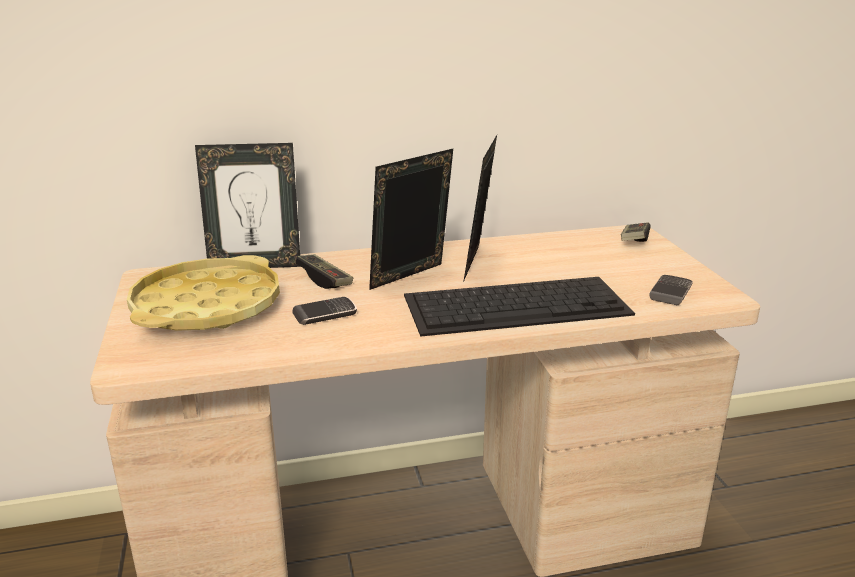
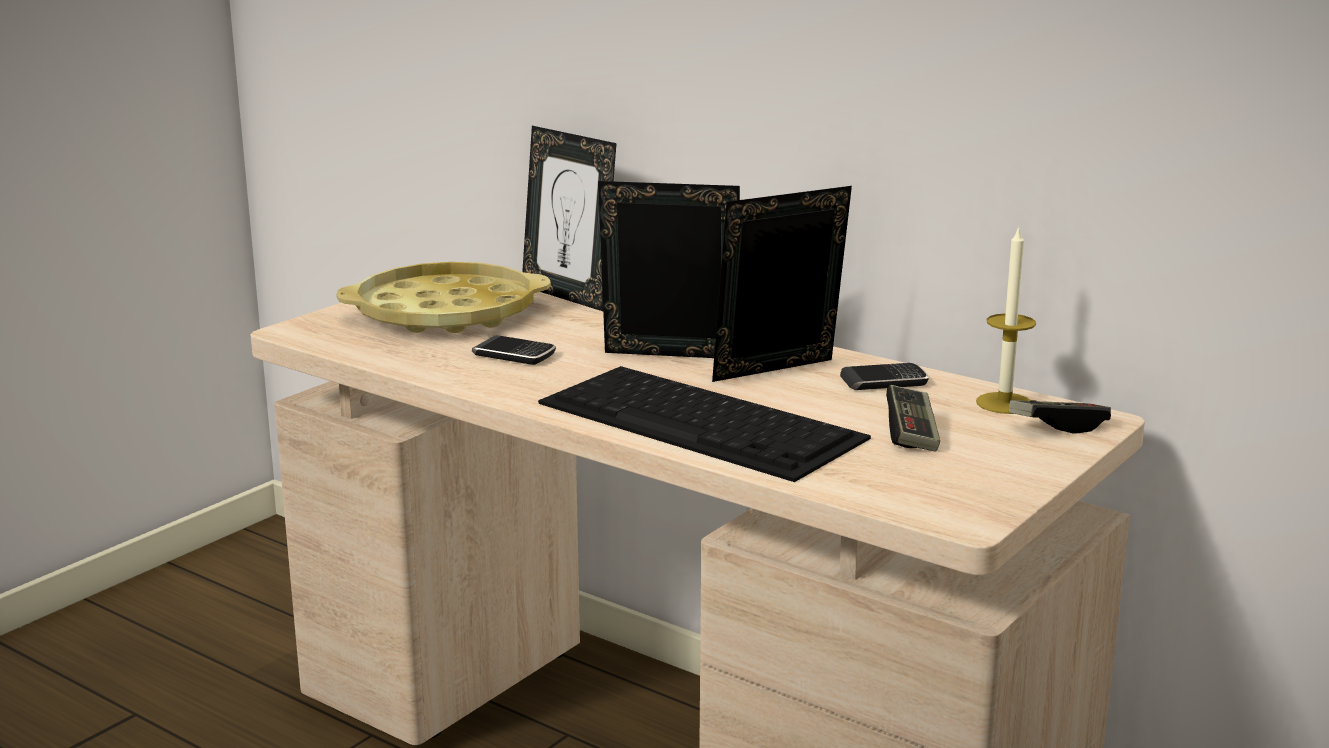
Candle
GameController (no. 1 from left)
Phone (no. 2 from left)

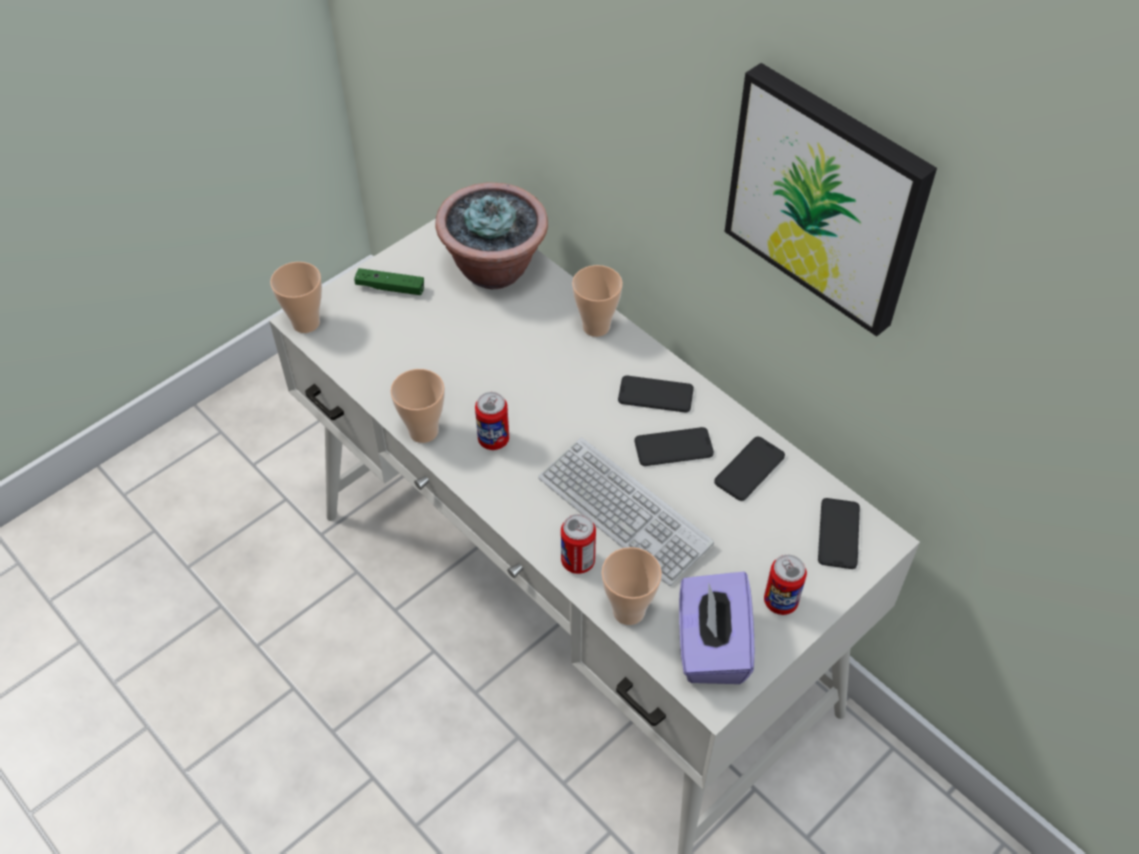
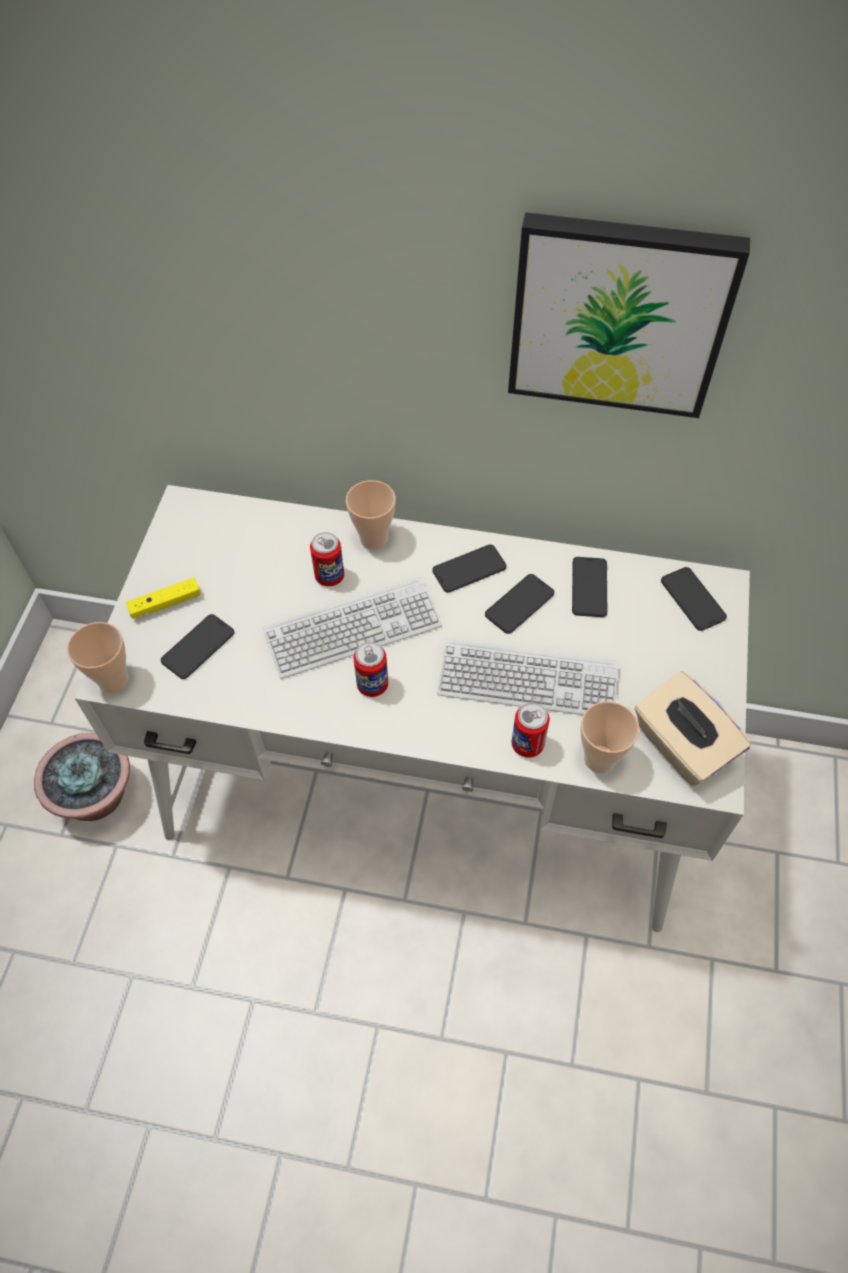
Cup (no. 2 from left in the first image)
Phone (no. 1 from left)
Keyboard (no. 1 from left)
PottedPlant
Can (no. 1 from left)
YellowGameController
BeigeTissueBox

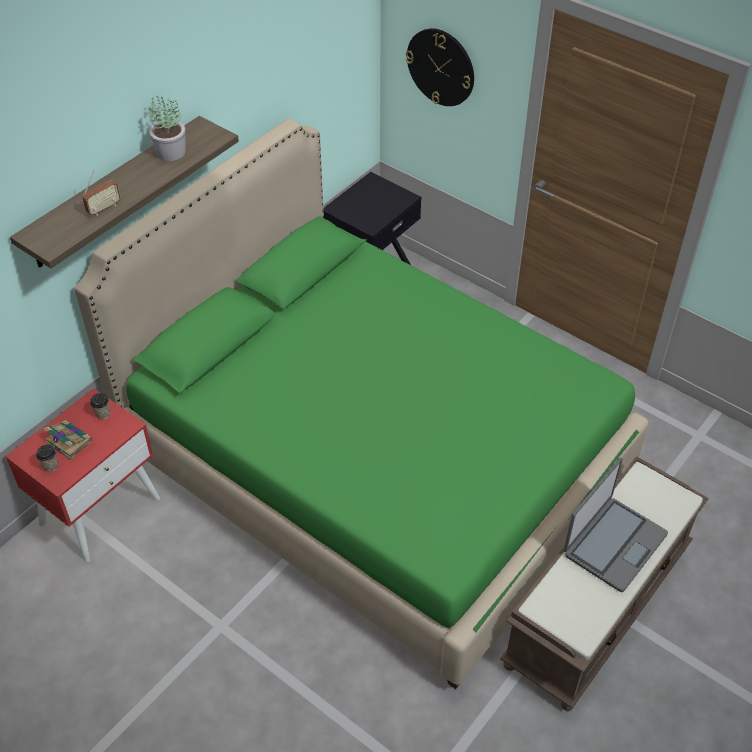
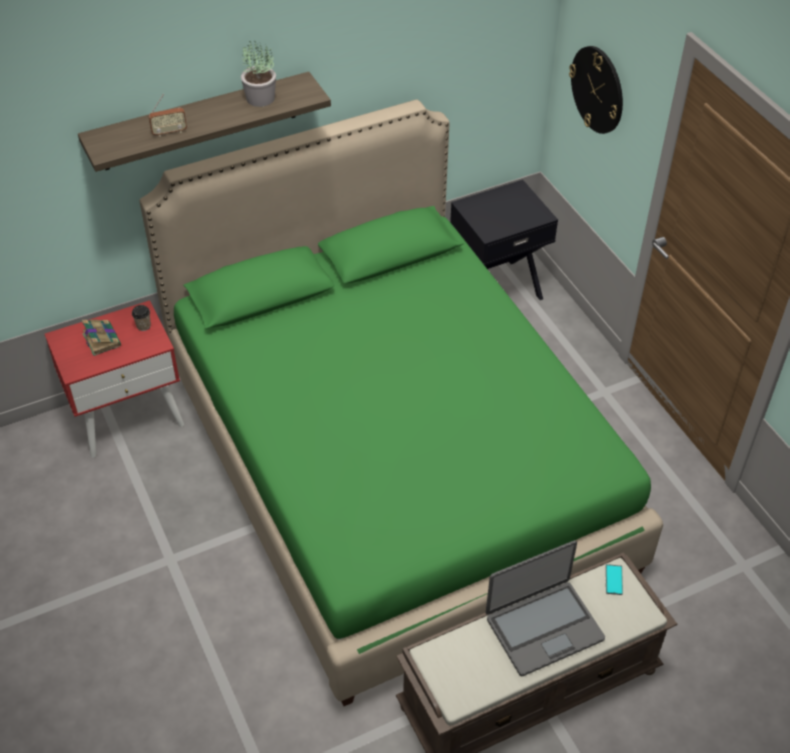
Cup (no. 1 from left in the first image)
Phone

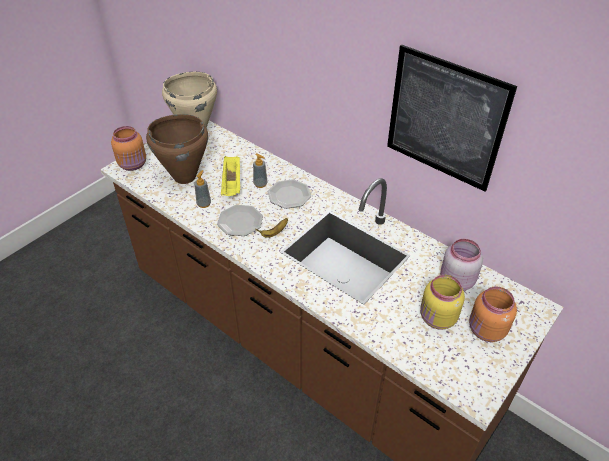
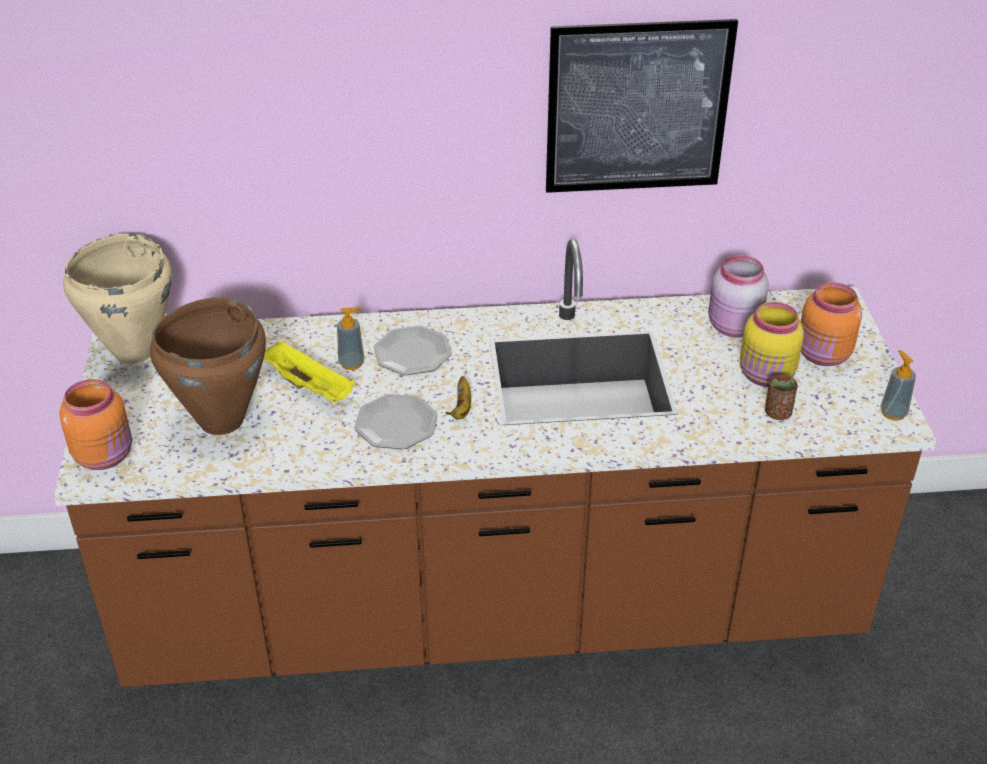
BrownCup
SoapDispenser (no. 2 from left)

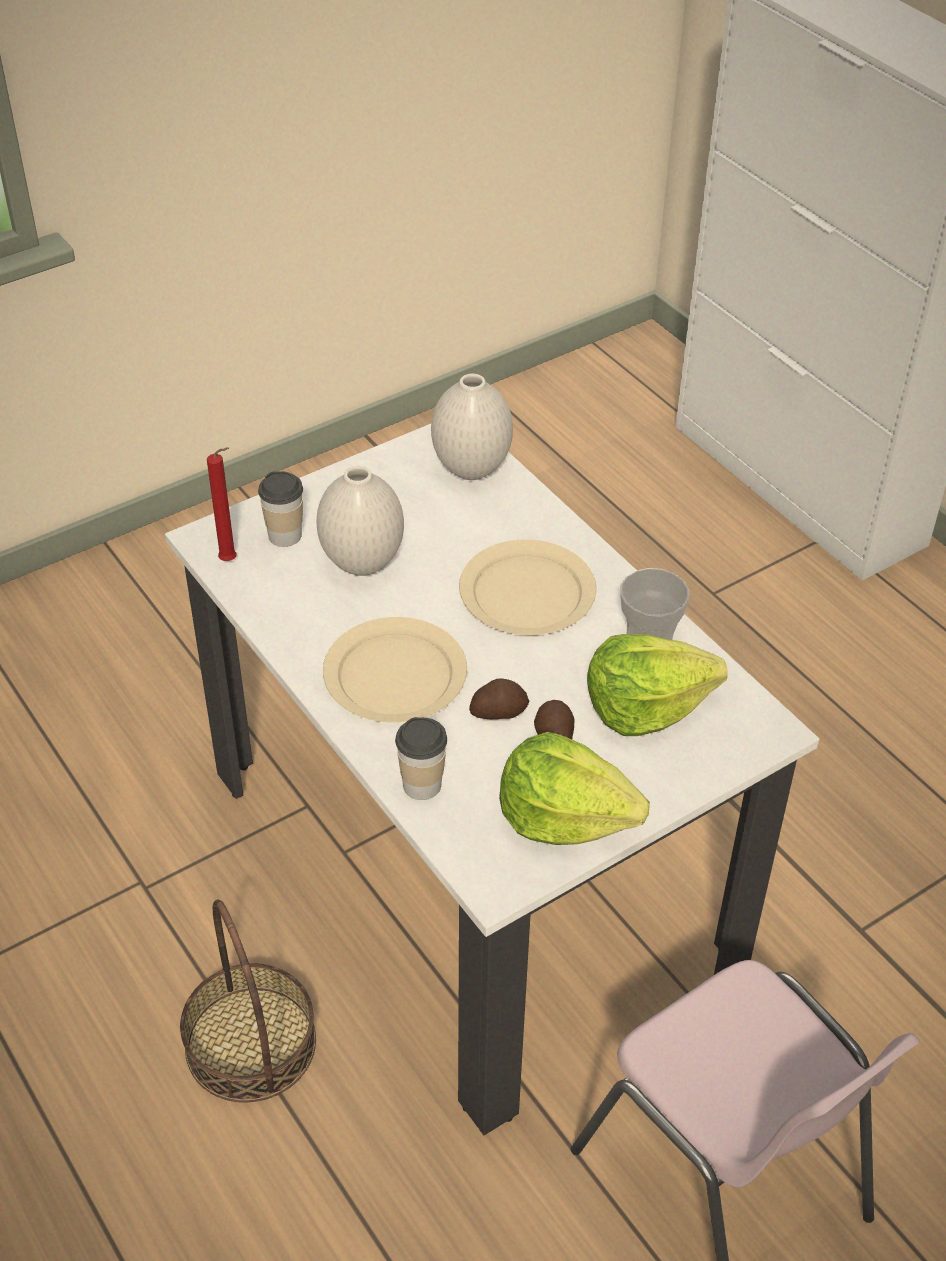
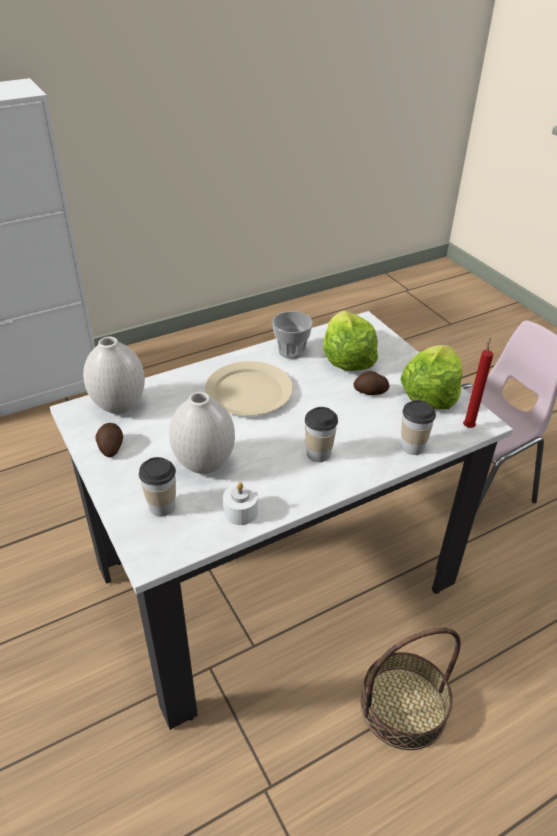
WhiteCandle
RedCandle
Potato (no. 1 from left)
Cup (no. 3 from left)

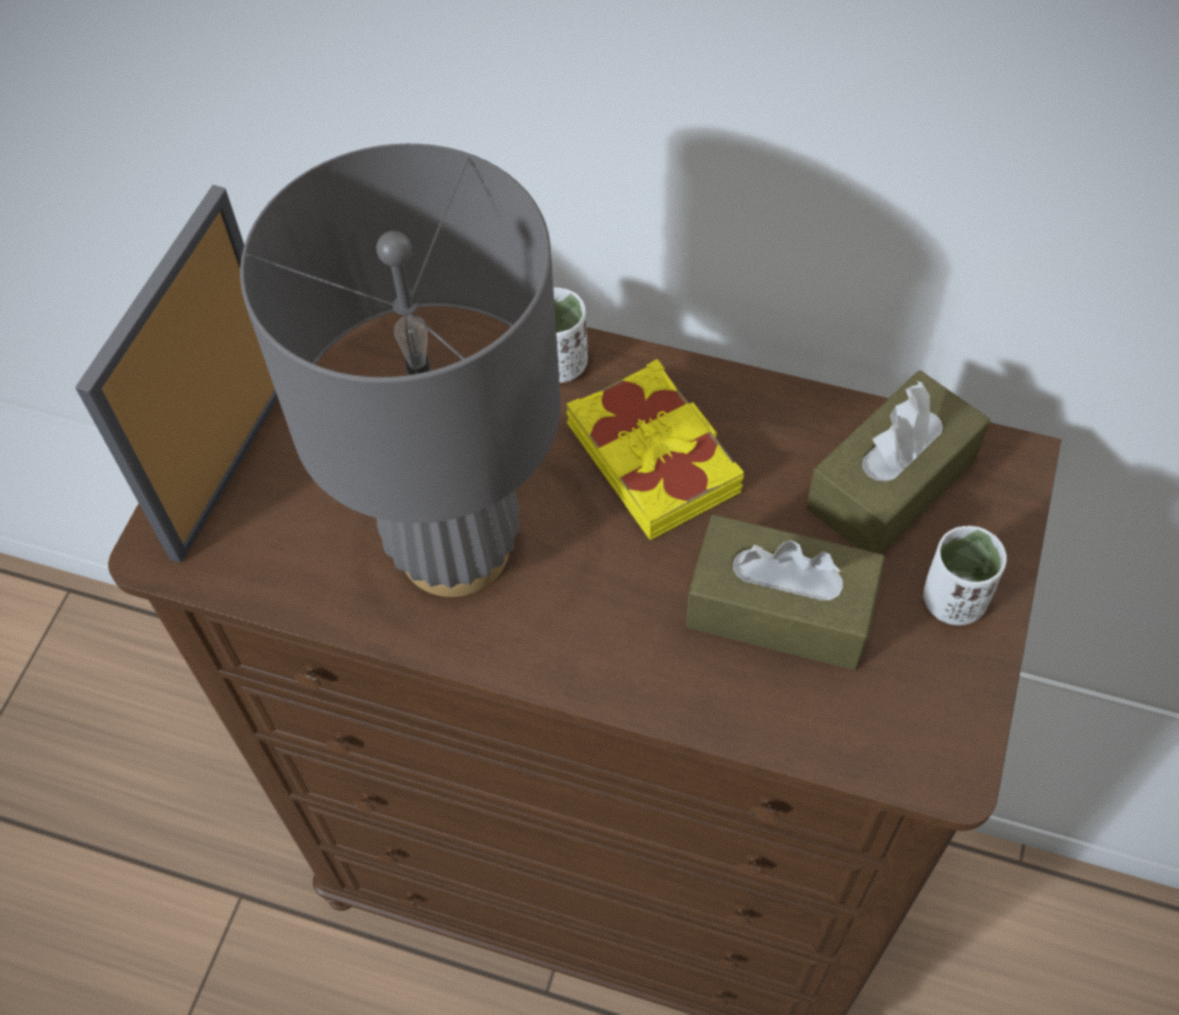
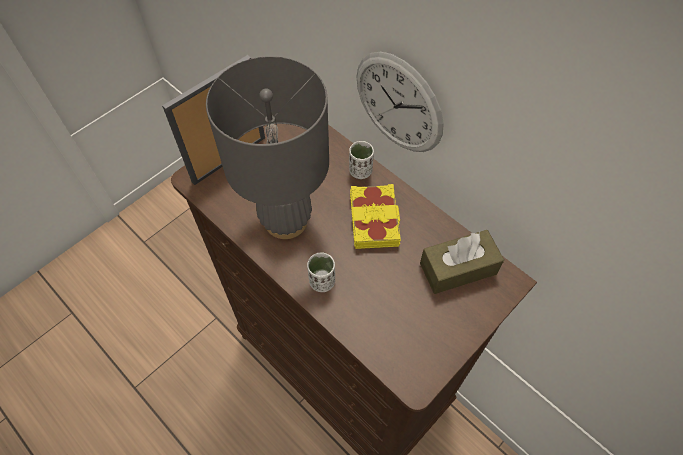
BrownTissueBox (no. 1 from left in the first image)
WallClock
WhiteCup (no. 1 from left)

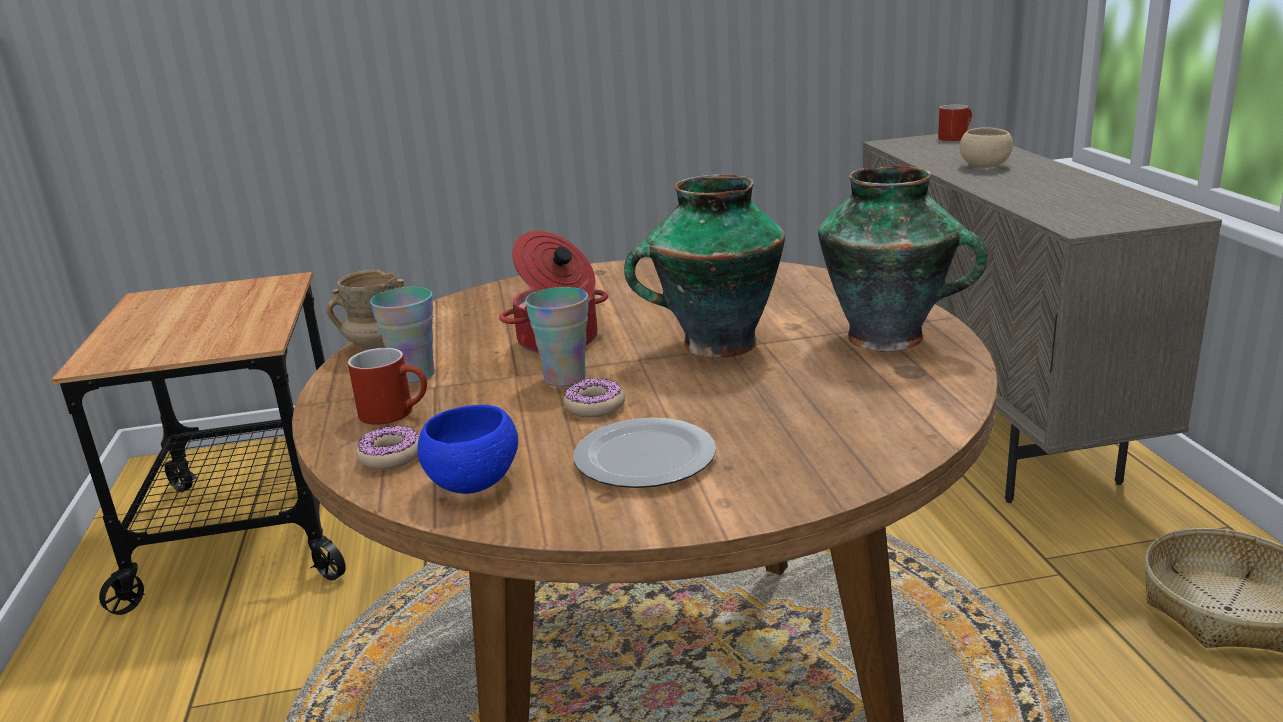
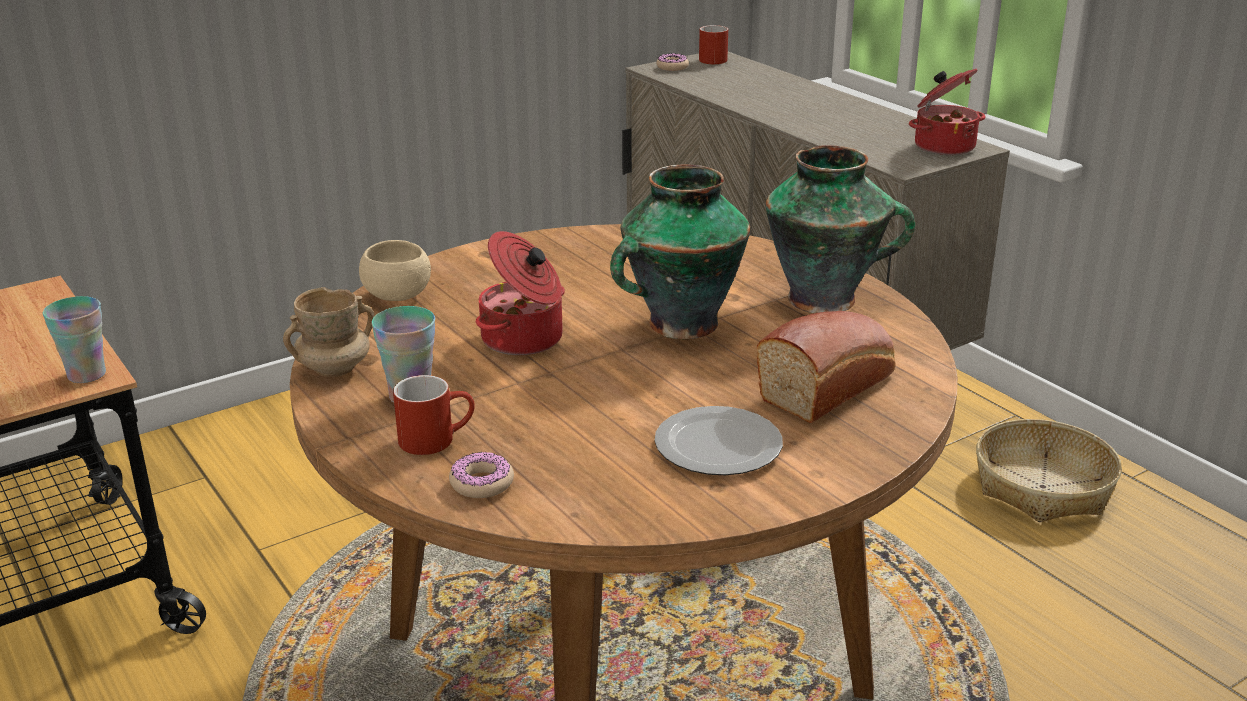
BlueBowl
Bread
CookingPot (no. 2 from left)
Cup (no. 1 from left)
Donut (no. 2 from left)
BeigeBowl

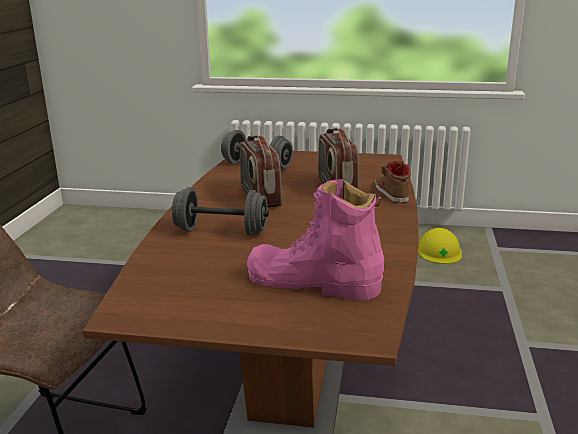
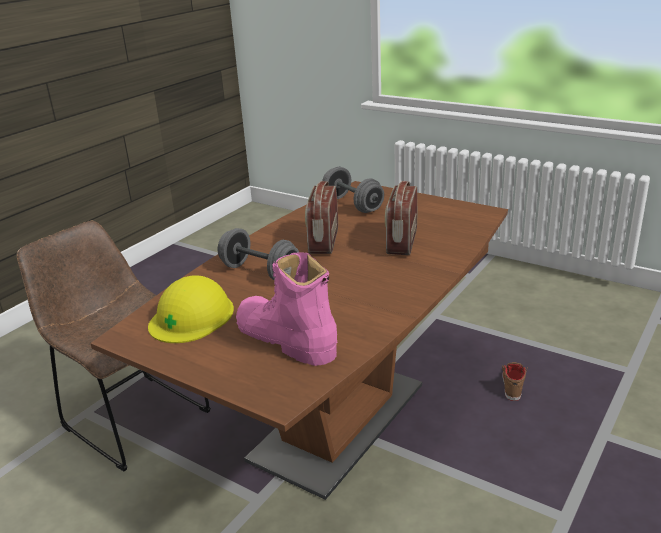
BrownShoe
YellowHardHat

